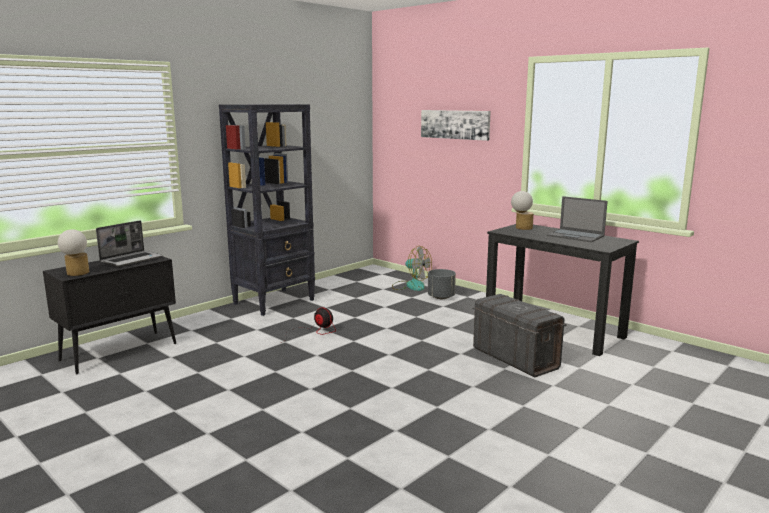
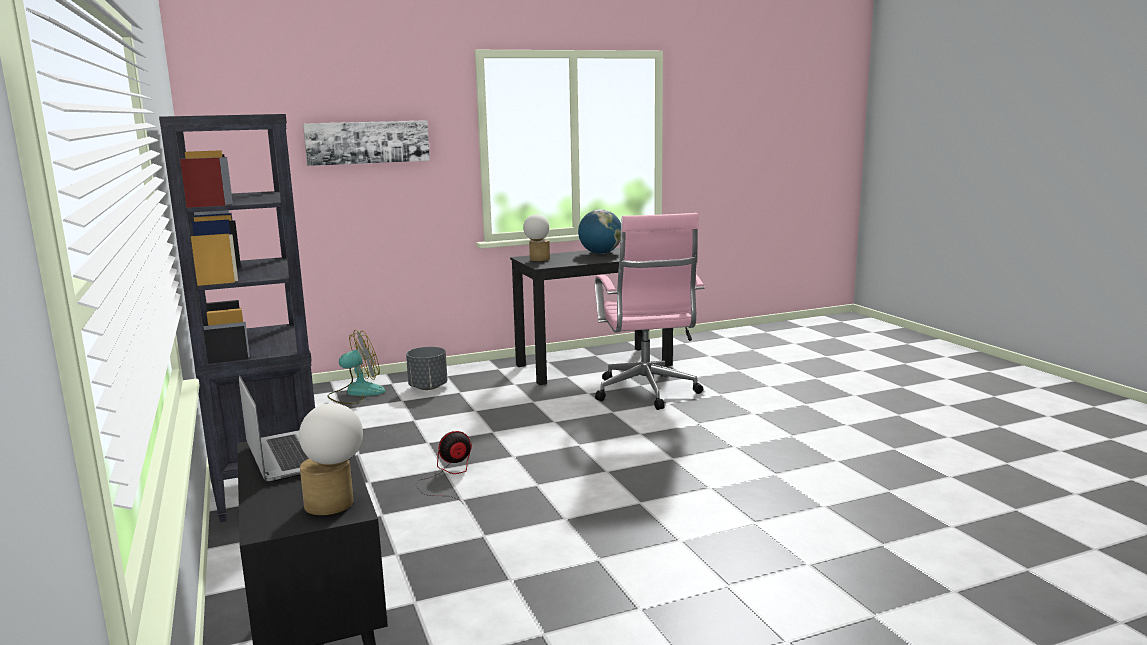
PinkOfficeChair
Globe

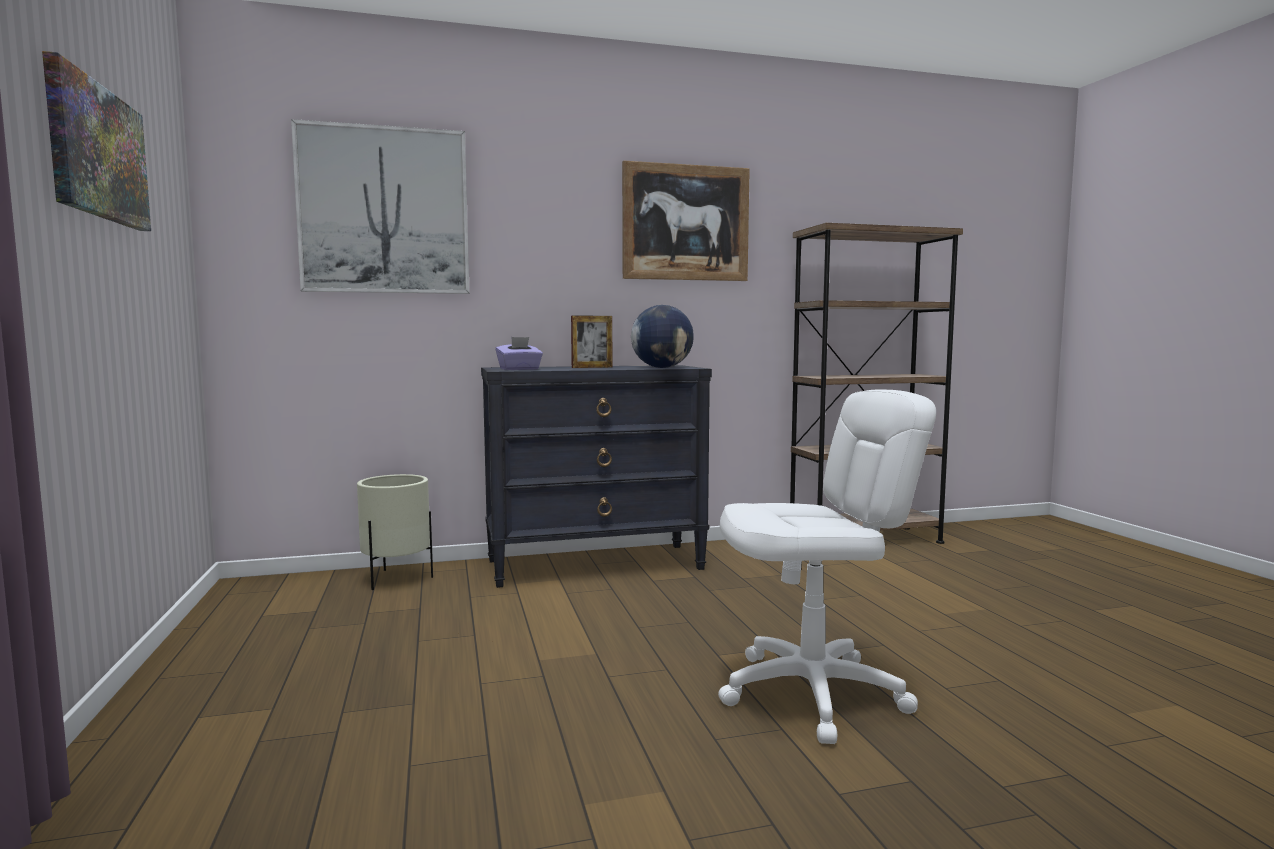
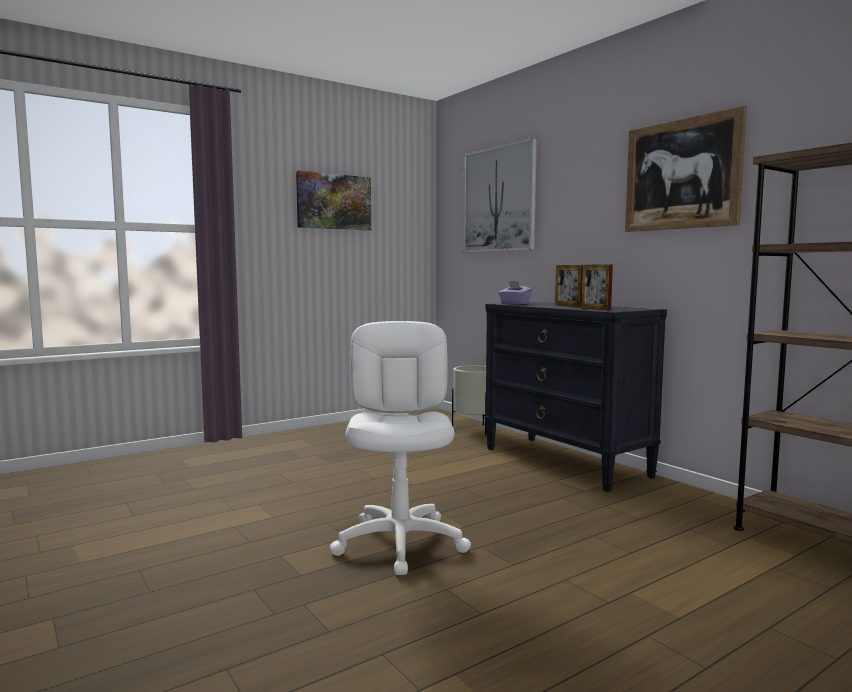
PictureFrame (no. 2 from left)
WhiteOfficeChair

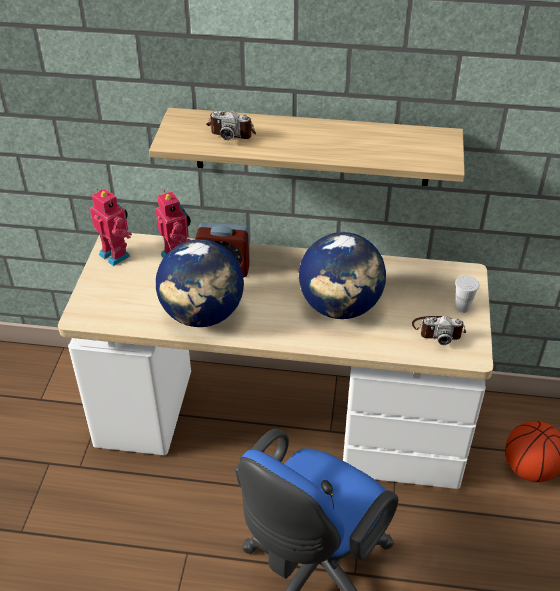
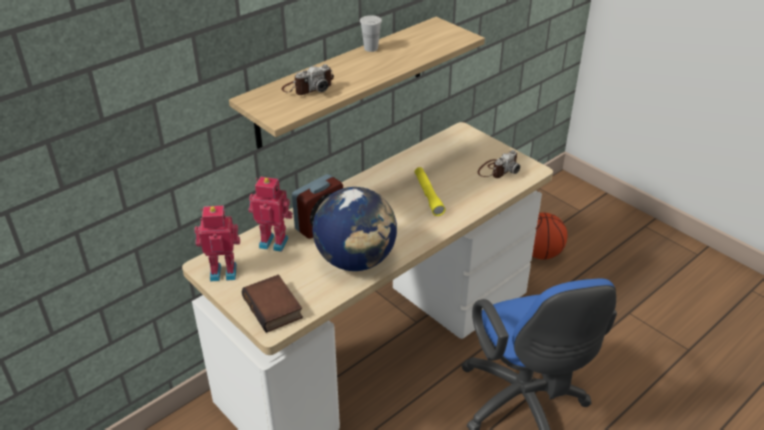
Book
WhiteCup
YellowFlashlight

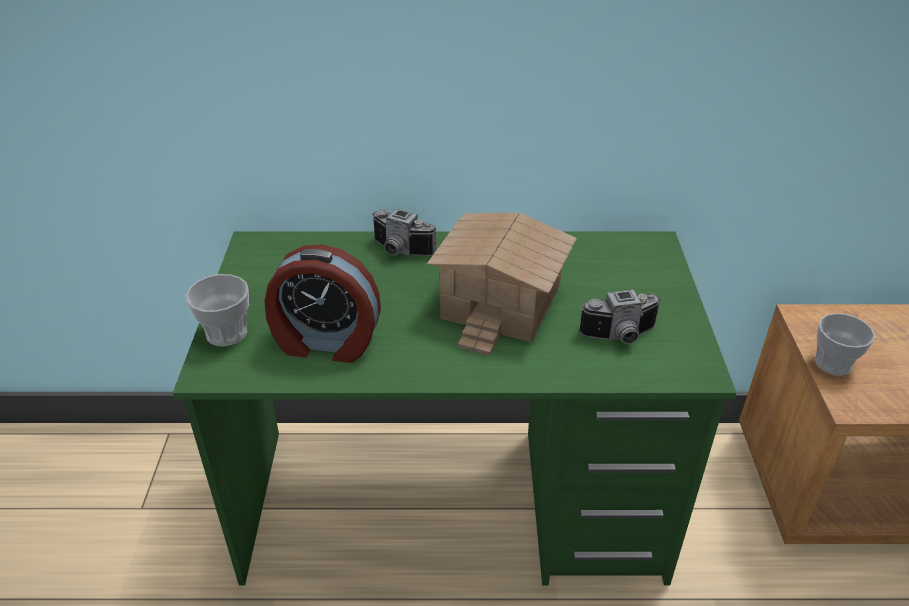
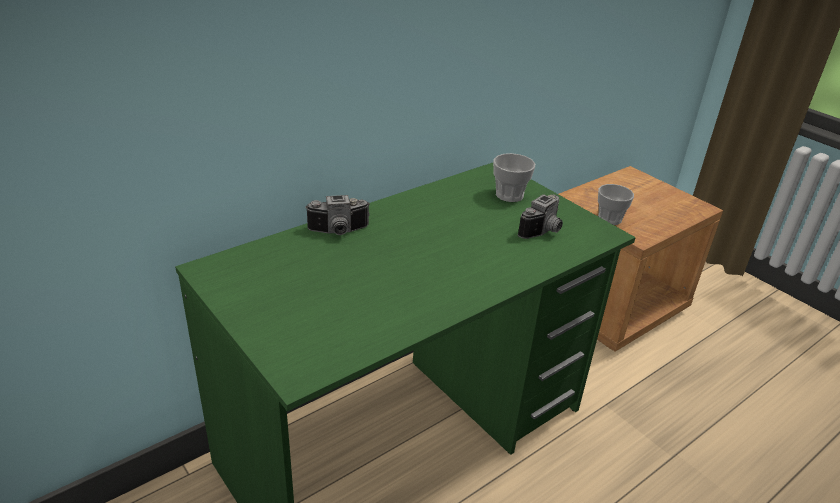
AlarmClock
ToyHouse
Cup (no. 1 from left)

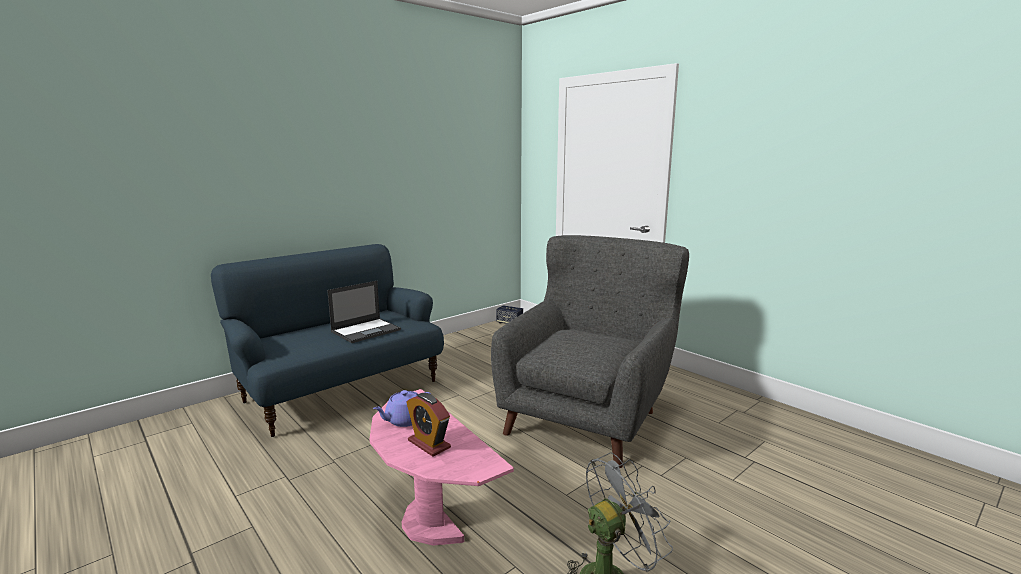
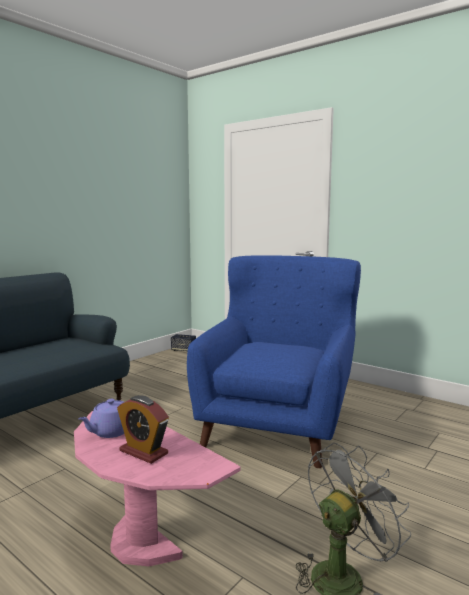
Laptop
BlueArmchair

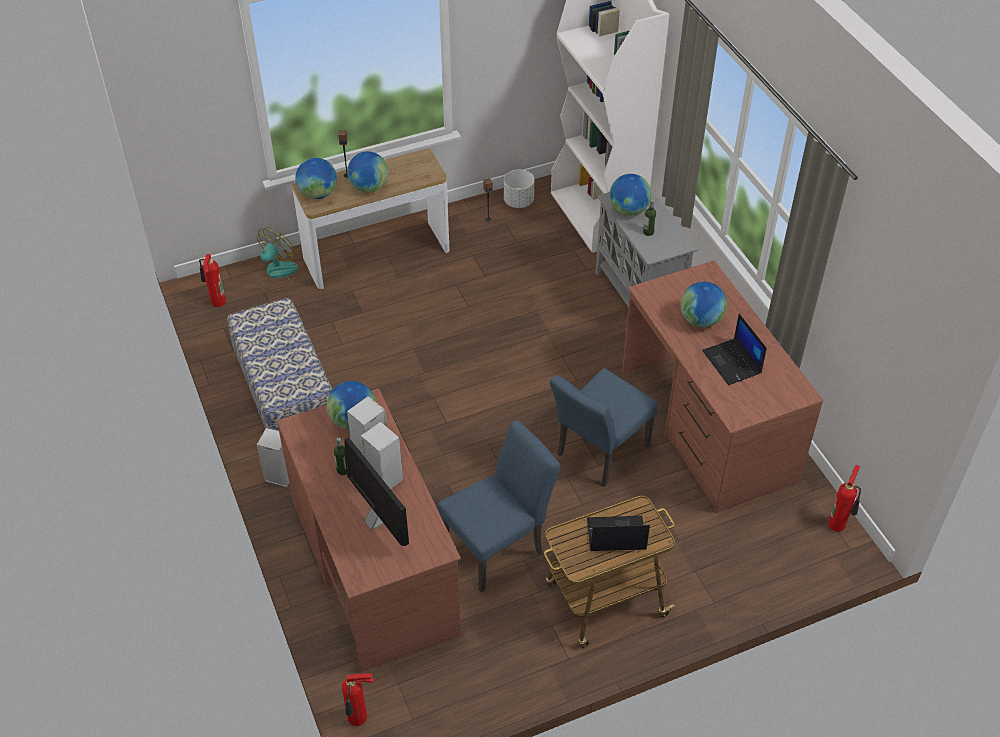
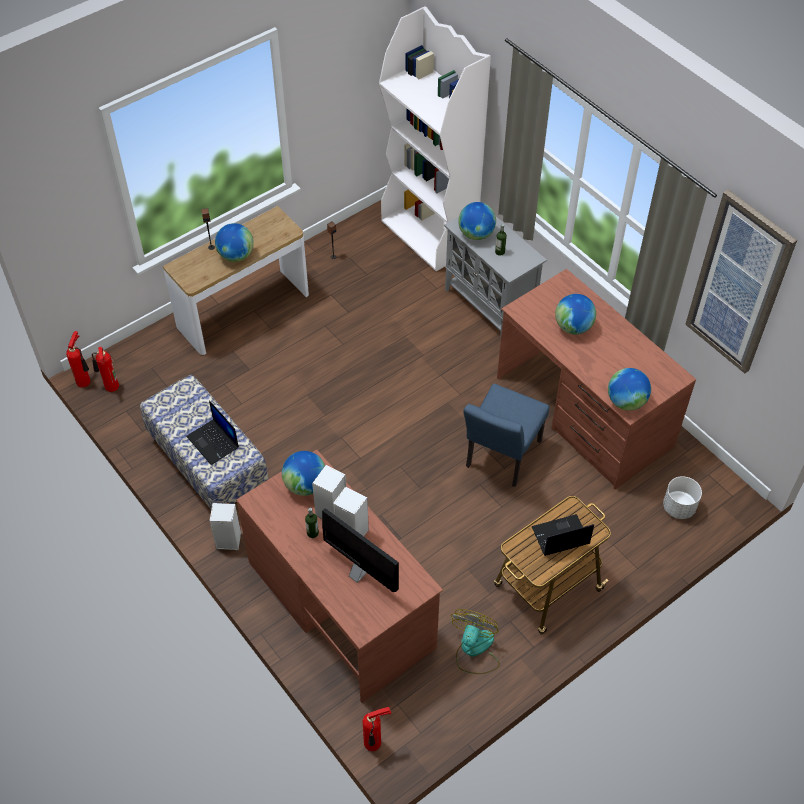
BlueChair (no. 1 from left in the first image)
Picture
Fan
Globe (no. 5 from left)
WhitePlanter
Laptop (no. 1 from left)
FireExtinguisher (no. 1 from left)

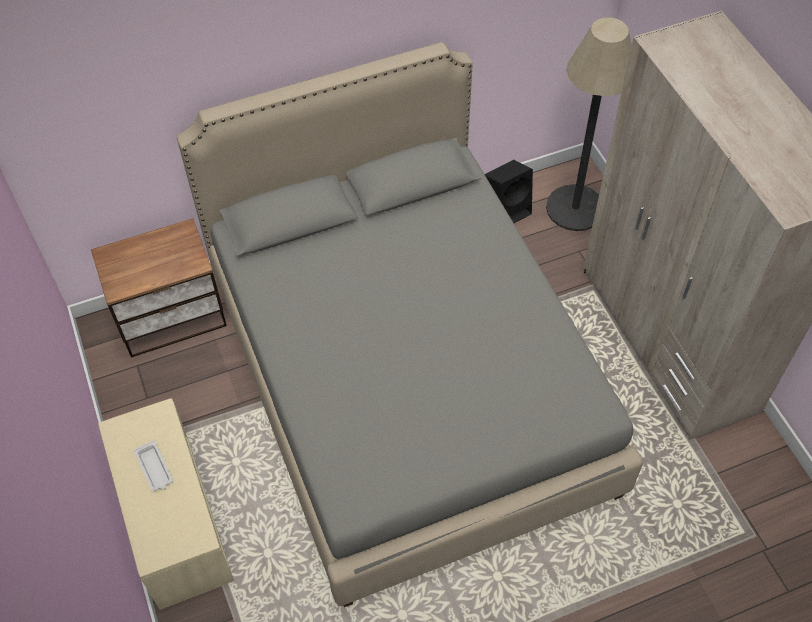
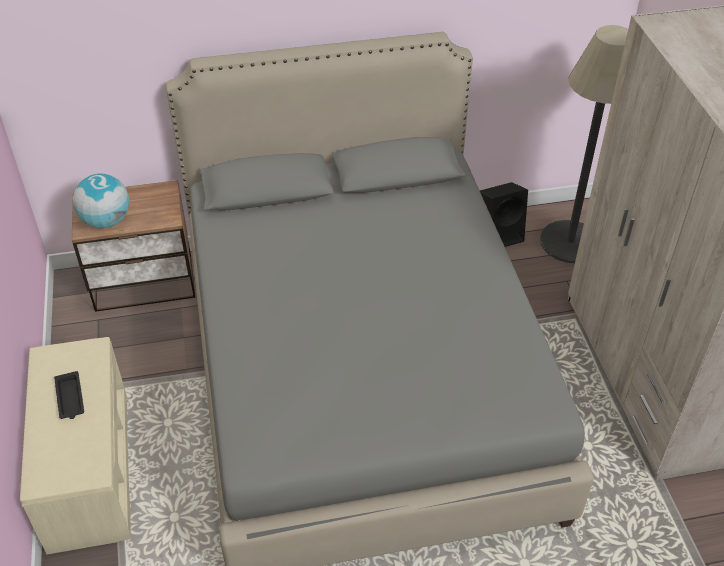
Globe
BlackTray

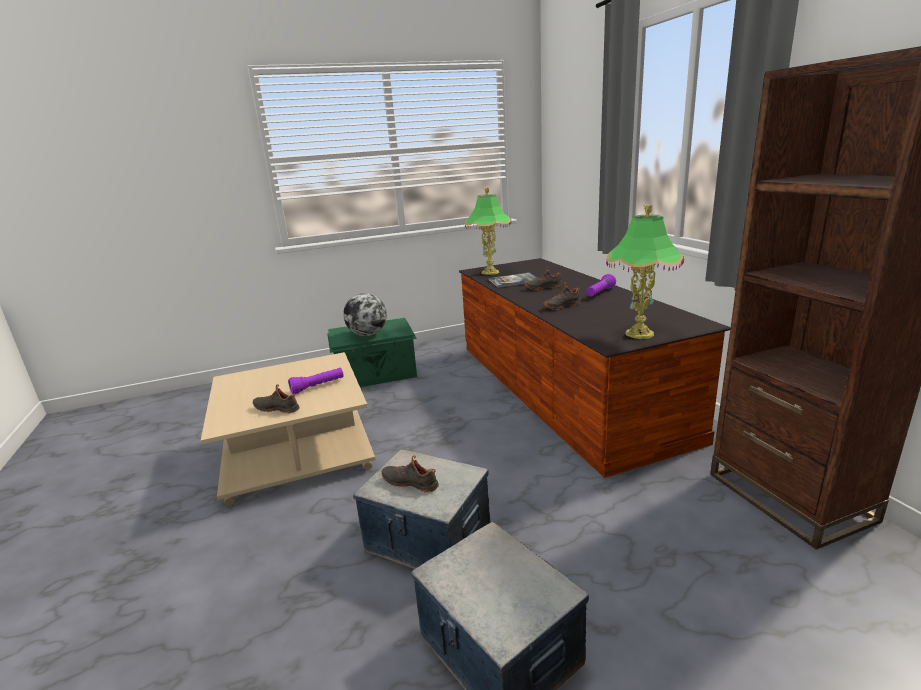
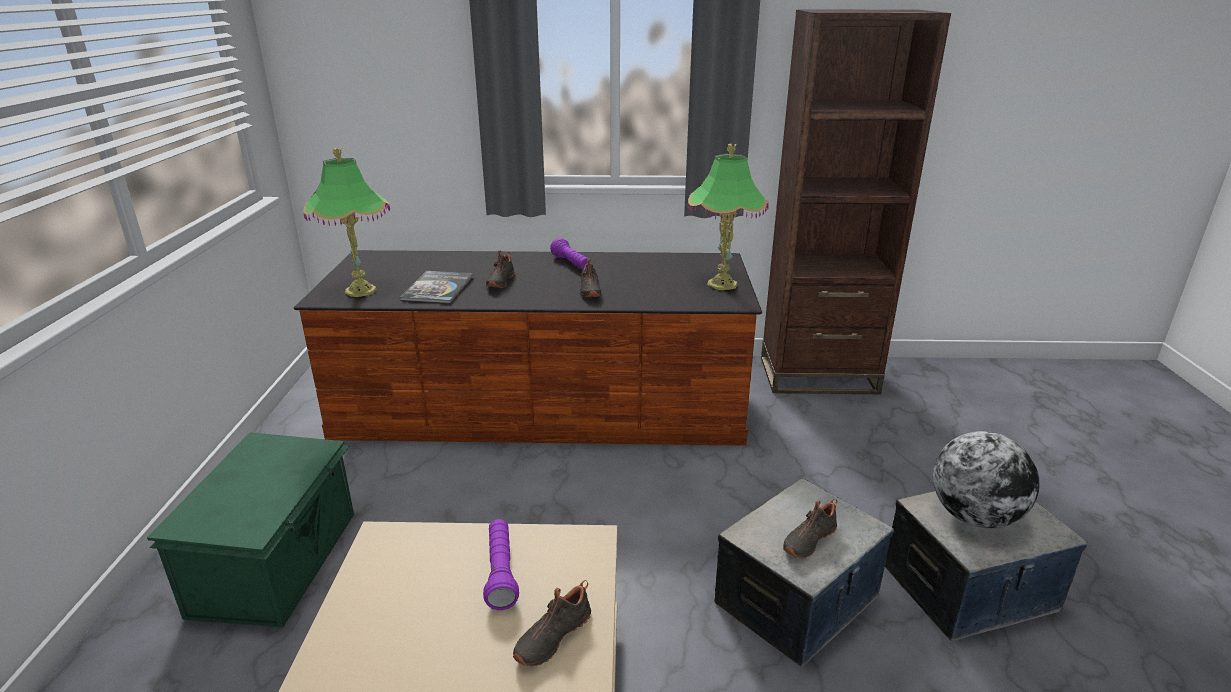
Globe

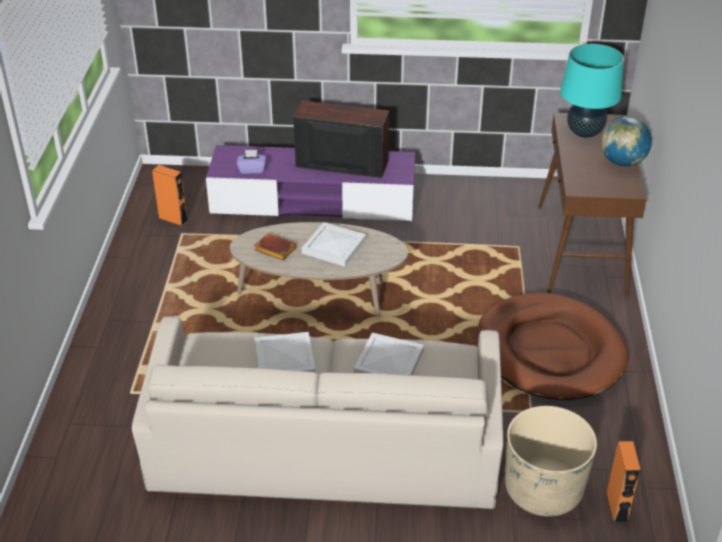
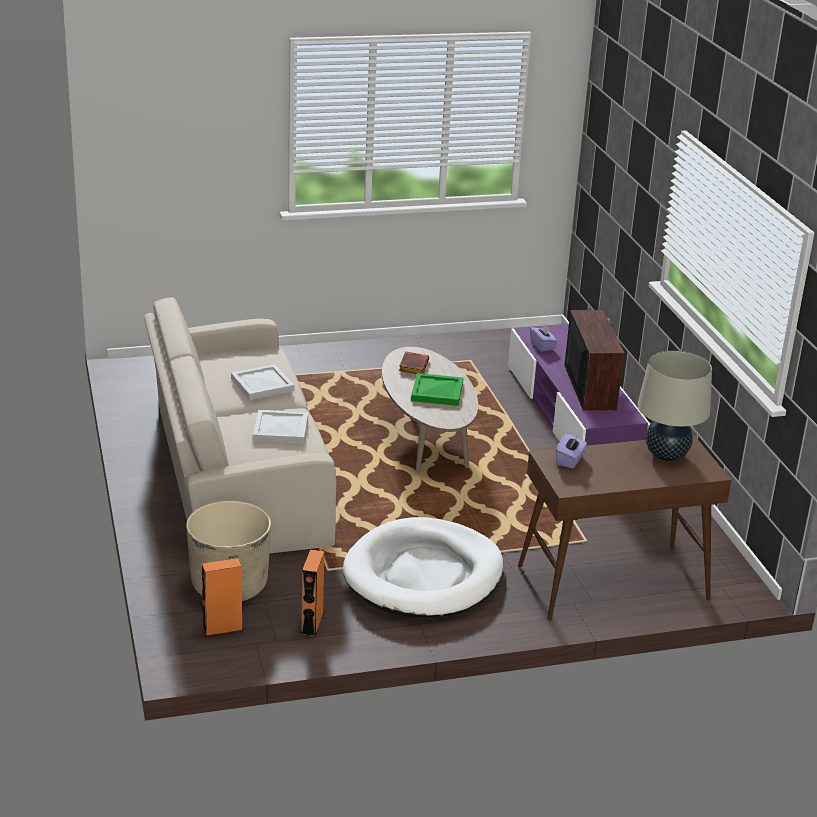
Globe
PurpleTissueBox (no. 2 from left)
OrangeSpeaker (no. 2 from left)
GreenTray
WhiteDogBed
BeigeTableLamp

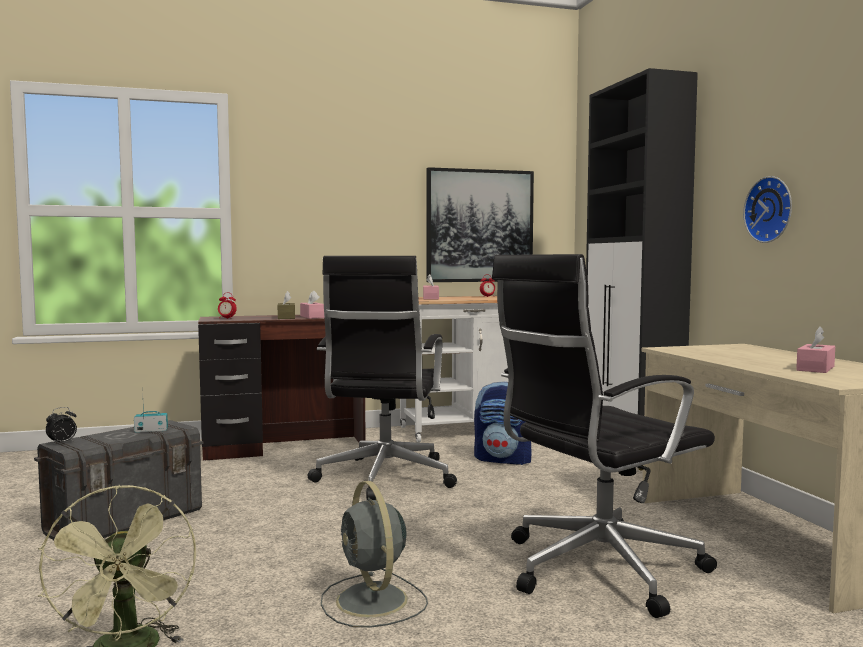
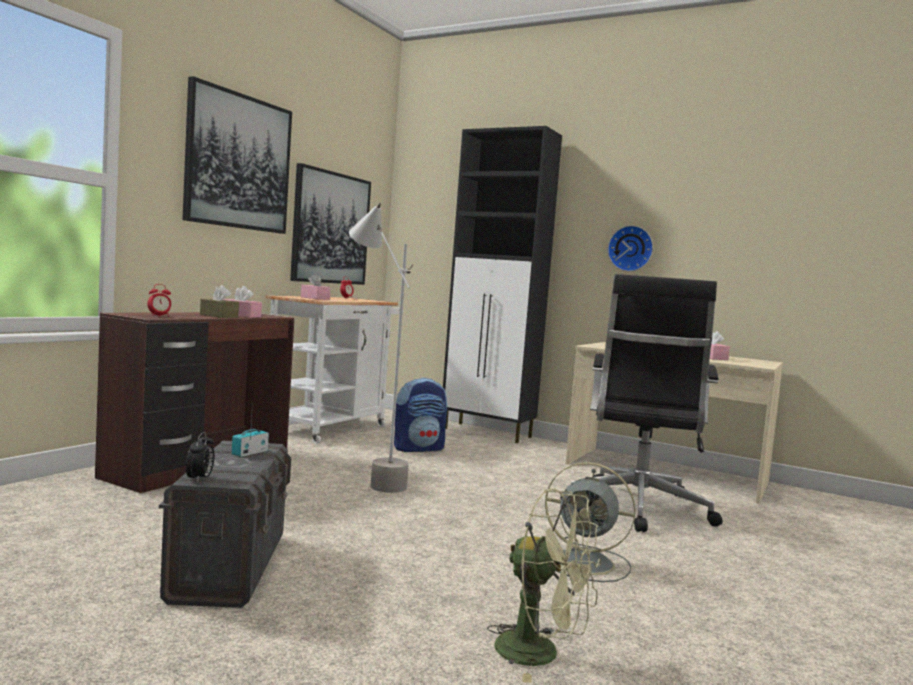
Picture (no. 1 from left)
GreyFloorLamp

